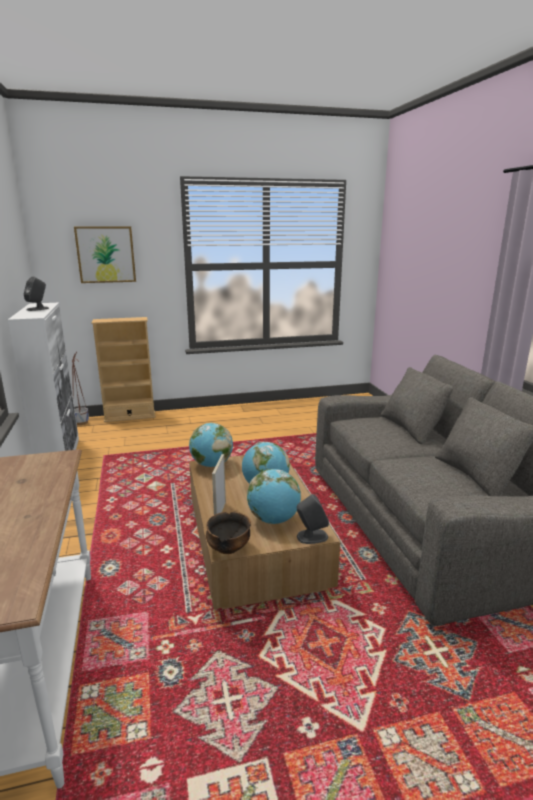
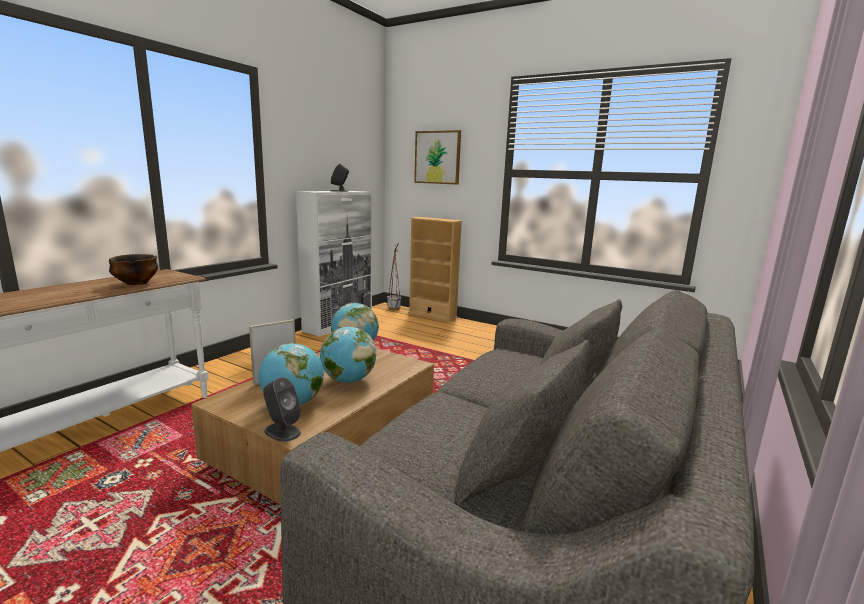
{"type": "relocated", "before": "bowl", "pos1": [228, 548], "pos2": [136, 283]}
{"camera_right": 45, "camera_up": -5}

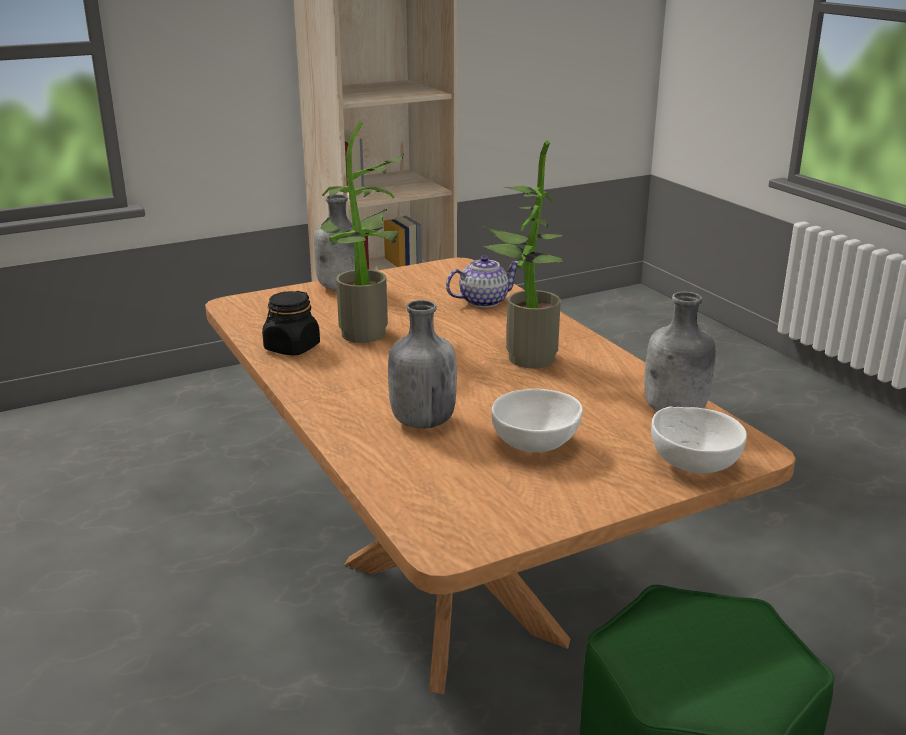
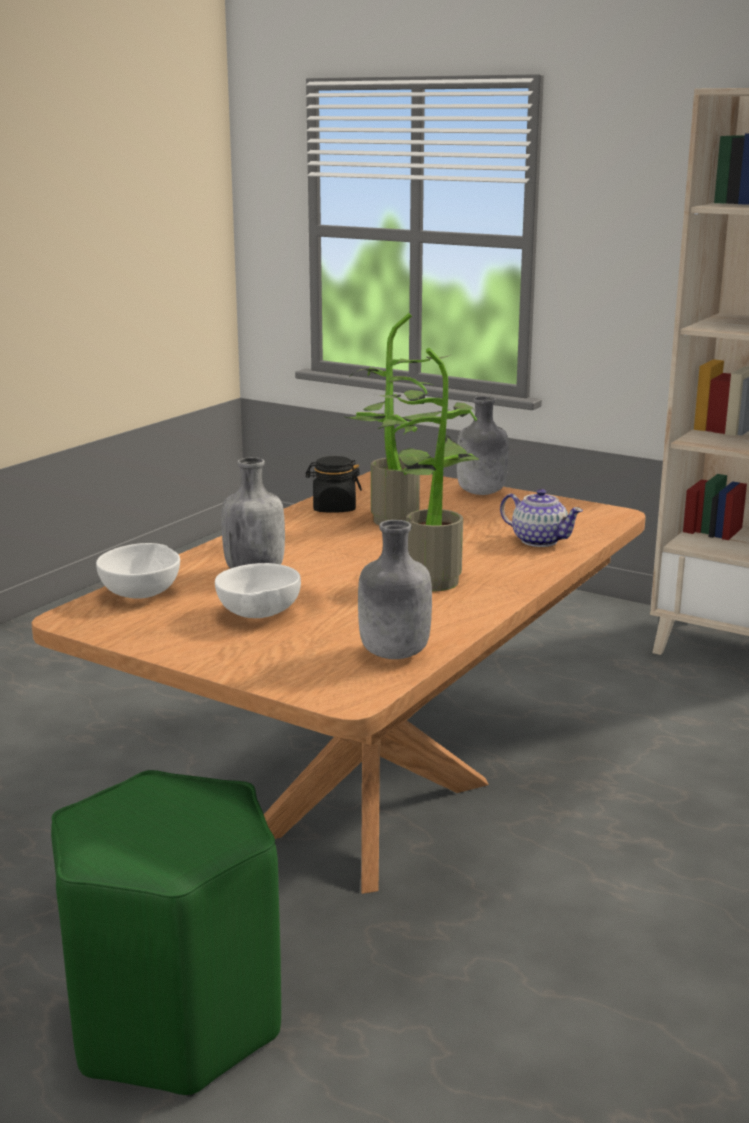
{"type": "relocated", "before": "white bowl", "pos1": [693, 463], "pos2": [143, 594]}
{"camera_right": 60, "camera_up": -5}

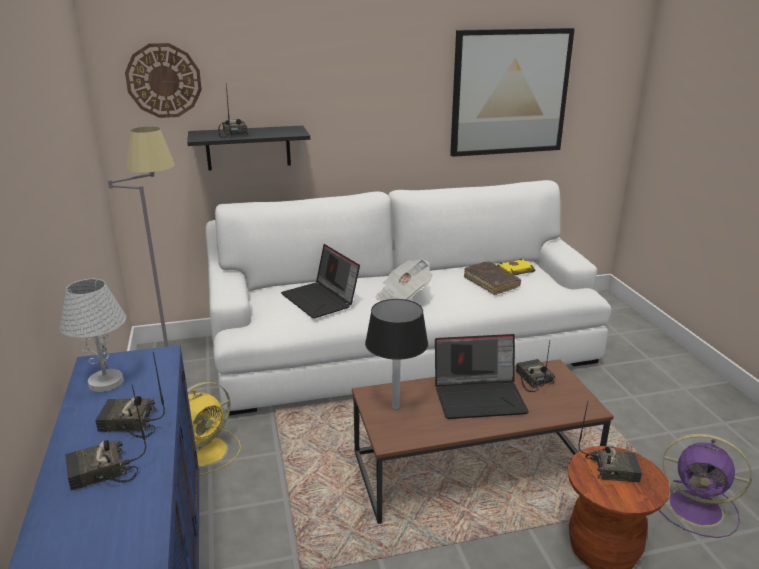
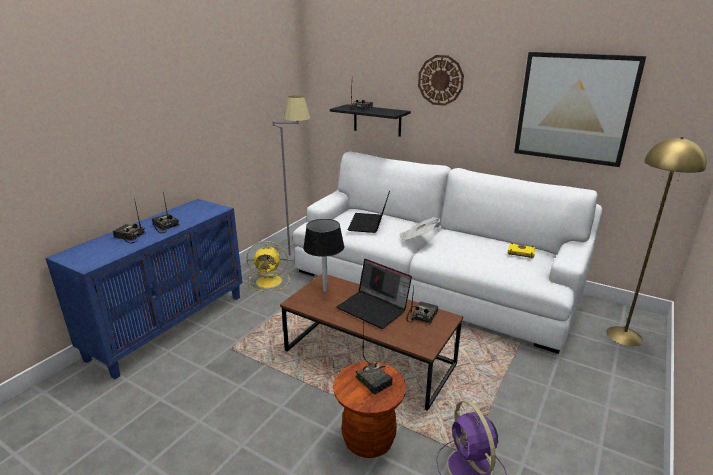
{"type": "missing", "before": "white tabletop lamp", "pos1": [106, 382]}
{"type": "relocated", "before": "clock on the wall", "pos1": [164, 81], "pos2": [440, 80]}
{"type": "missing", "before": "brown bound book", "pos1": [491, 283]}
{"type": "appeared", "after": "yellowish standard lamp", "pos2": [624, 336]}
{"camera_right": 45, "camera_up": 0}

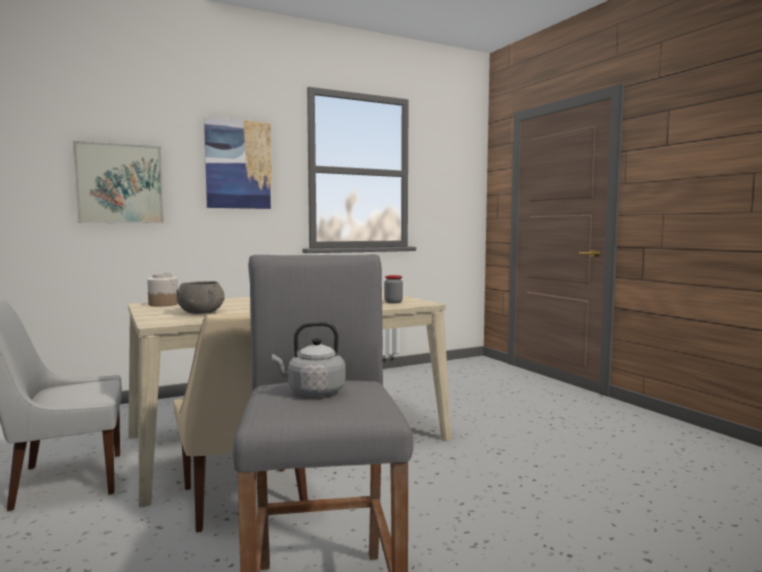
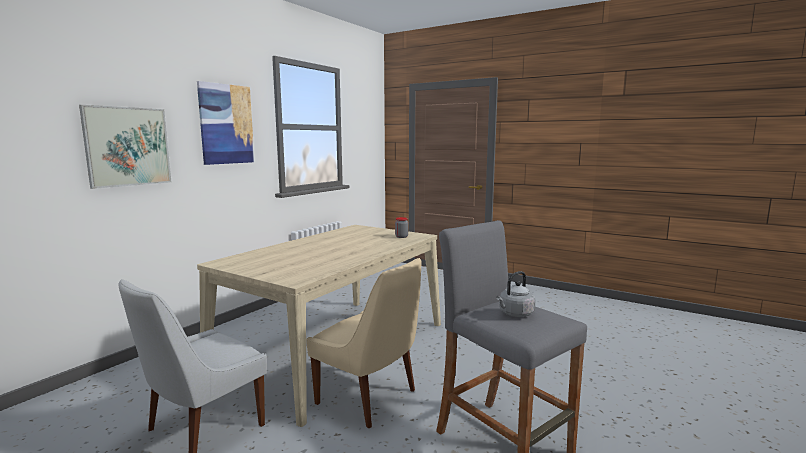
{"type": "missing", "before": "storage jar", "pos1": [163, 304]}
{"type": "missing", "before": "greyish bowl", "pos1": [201, 313]}
{"camera_right": -30, "camera_up": 5}

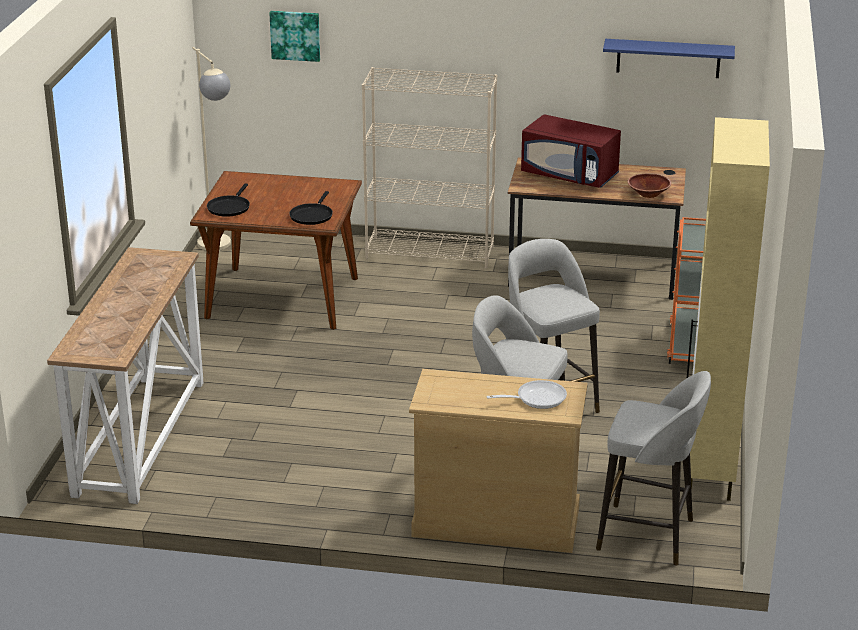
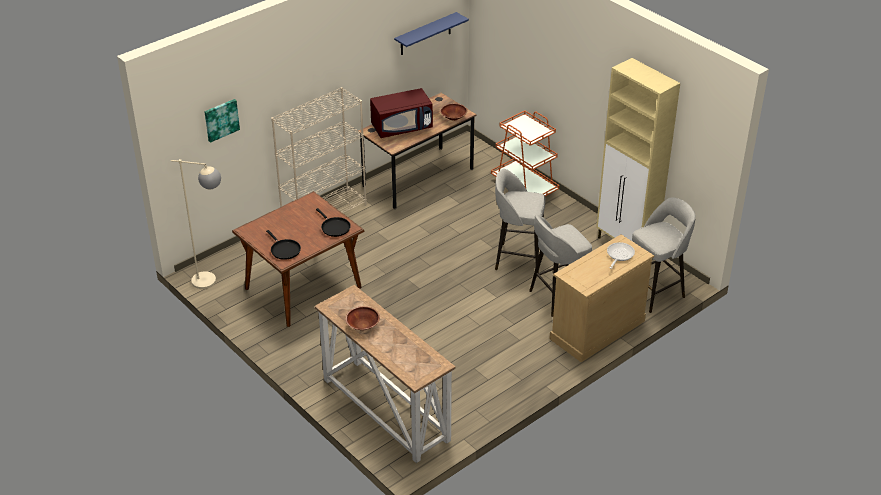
{"type": "appeared", "after": "brown bowl", "pos2": [363, 325]}
{"camera_right": -50, "camera_up": 10}

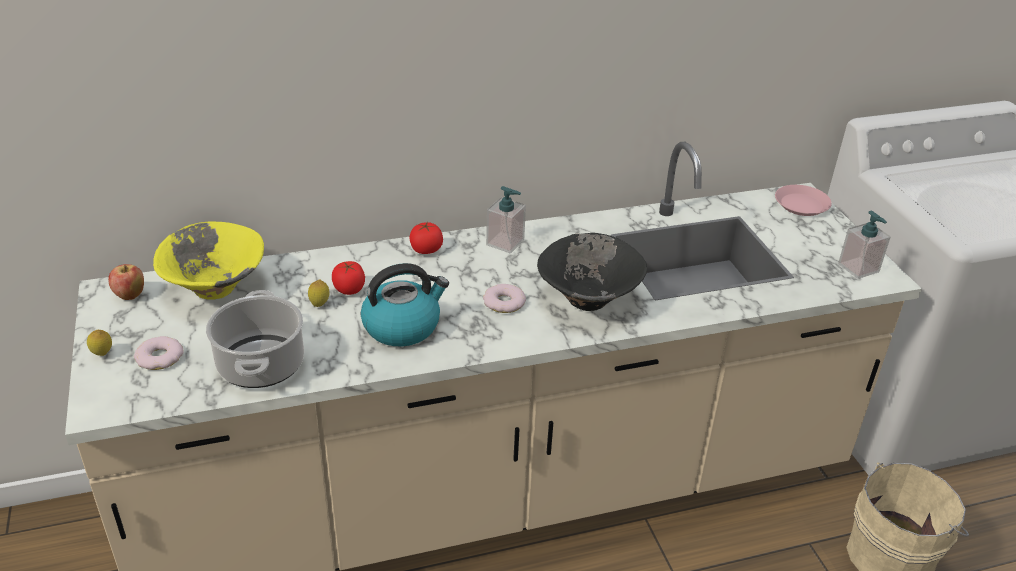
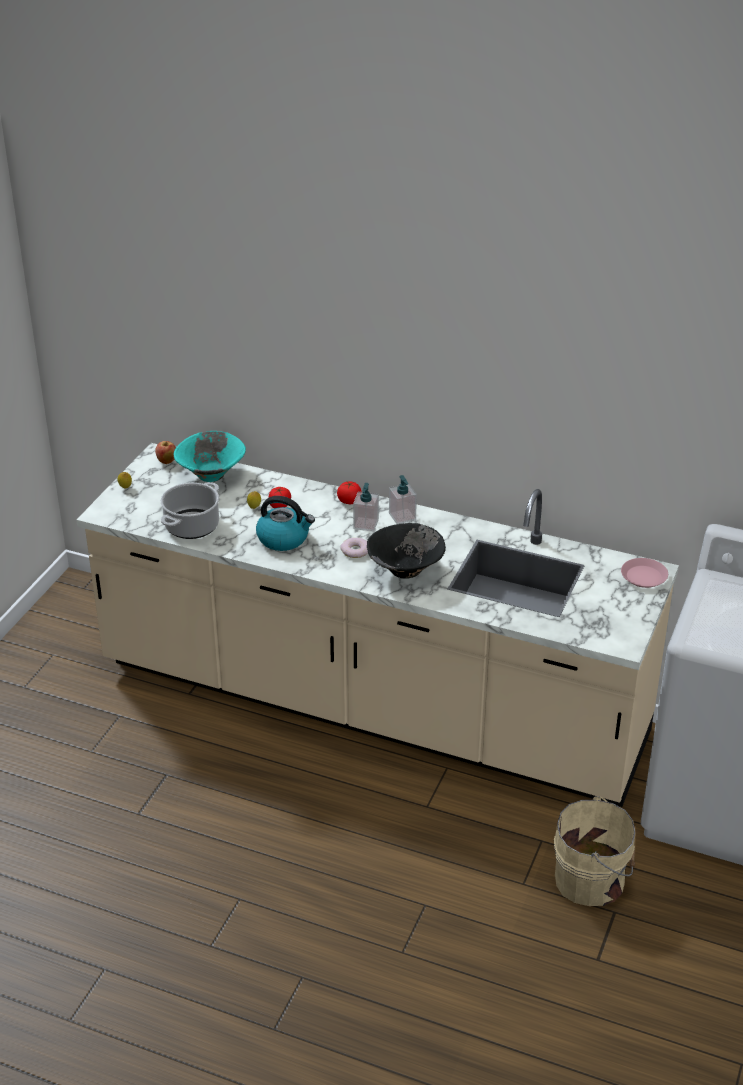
{"type": "missing", "before": "doughnut", "pos1": [160, 357]}
{"type": "colour", "before": "yellowish bowl", "after": "turquoise bowl", "pos1": [215, 290], "pos2": [210, 476]}
{"type": "relocated", "before": "soap dispenser", "pos1": [858, 268], "pos2": [366, 524]}
{"camera_right": 40, "camera_up": 0}

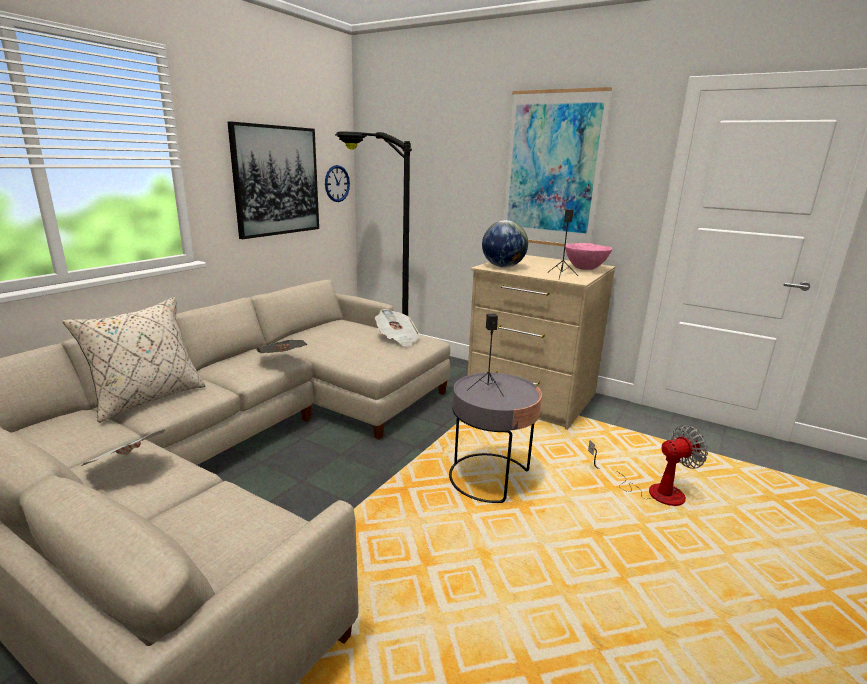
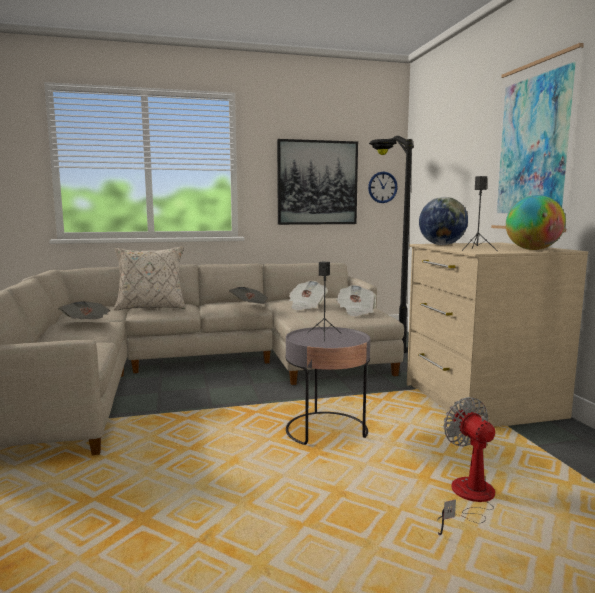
{"type": "exchanged", "before": "pink bowl", "after": "desk globe", "pos1": [585, 269], "pos2": [532, 249]}
{"type": "spun", "before": "electric fan", "pos1": [652, 491], "pos2": [468, 499], "turn": -135}
{"type": "appeared", "after": "printed paper", "pos2": [306, 306]}
{"camera_right": 45, "camera_up": -10}

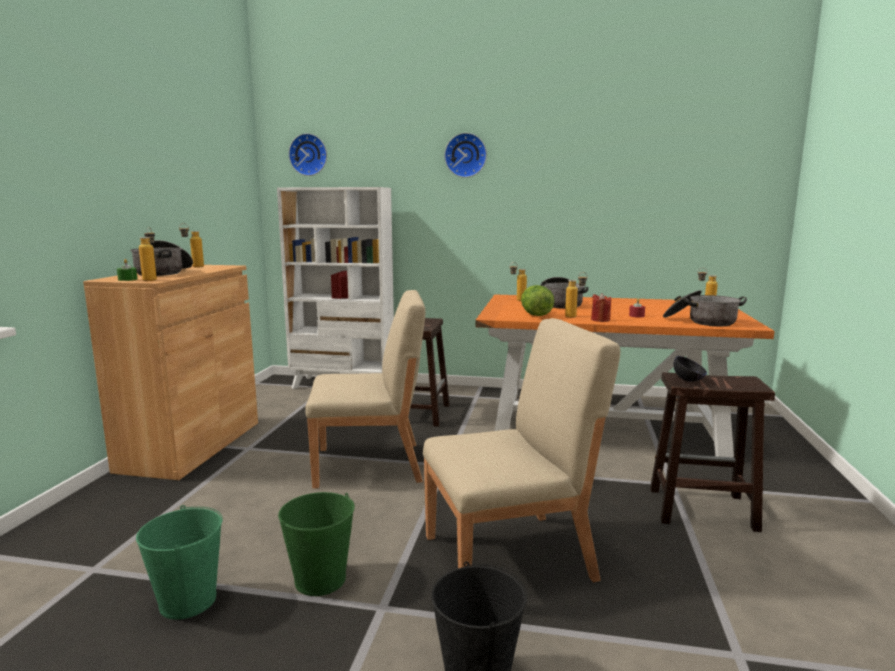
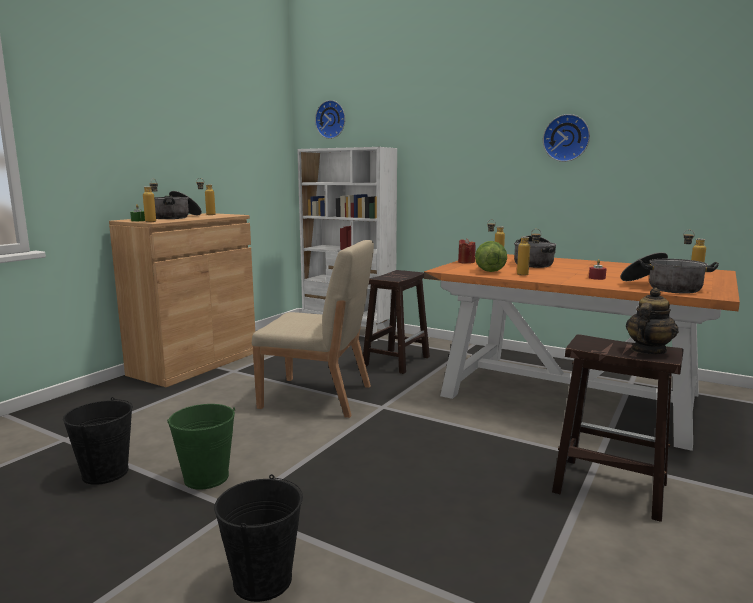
{"type": "colour", "before": "green water bucket", "after": "black water bucket", "pos1": [187, 601], "pos2": [105, 473]}
{"type": "missing", "before": "sand-coloured chair", "pos1": [510, 557]}
{"type": "relocated", "before": "clock on the wall", "pos1": [466, 155], "pos2": [566, 138]}
{"type": "relocated", "before": "reddish candle", "pos1": [600, 320], "pos2": [466, 262]}
{"type": "missing", "before": "black bowl", "pos1": [688, 380]}
{"type": "appeared", "after": "pot for tea", "pos2": [648, 351]}
{"camera_right": 20, "camera_up": 0}

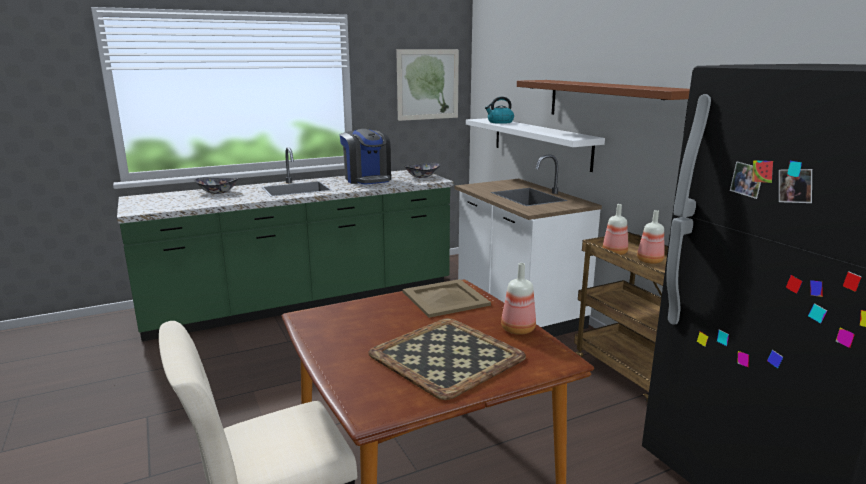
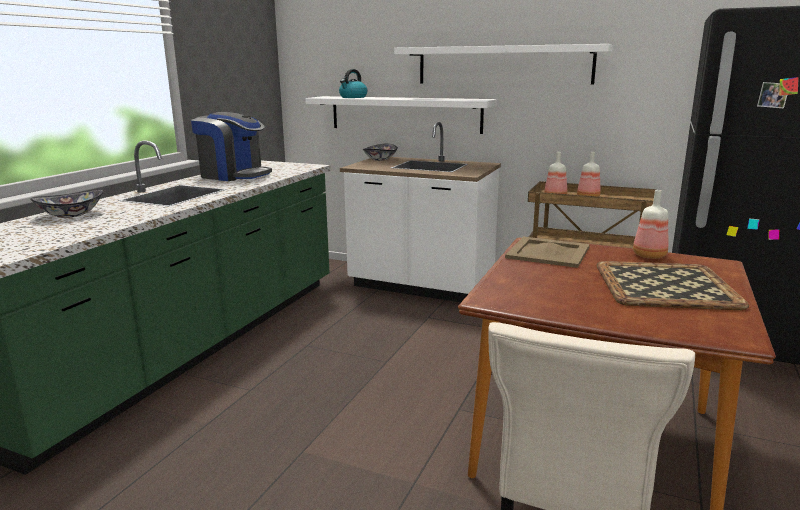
{"type": "missing", "before": "wall art", "pos1": [428, 84]}
{"type": "relocated", "before": "bowl", "pos1": [422, 176], "pos2": [380, 159]}
{"type": "colour", "before": "brown wall shelf", "after": "white wall shelf", "pos1": [612, 103], "pos2": [503, 65]}
{"camera_right": -40, "camera_up": 0}

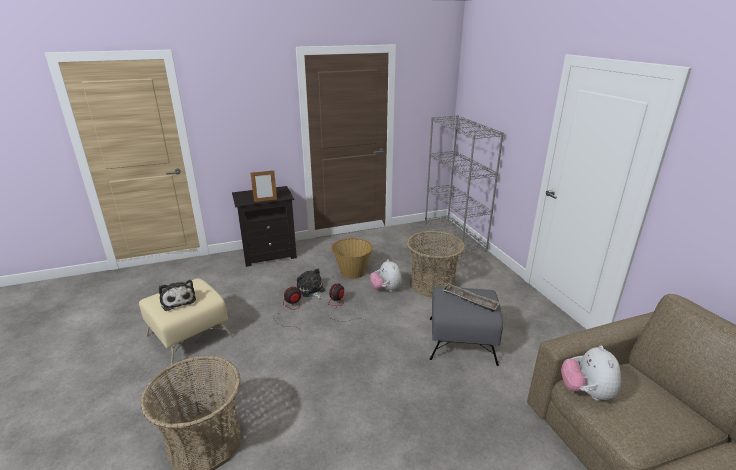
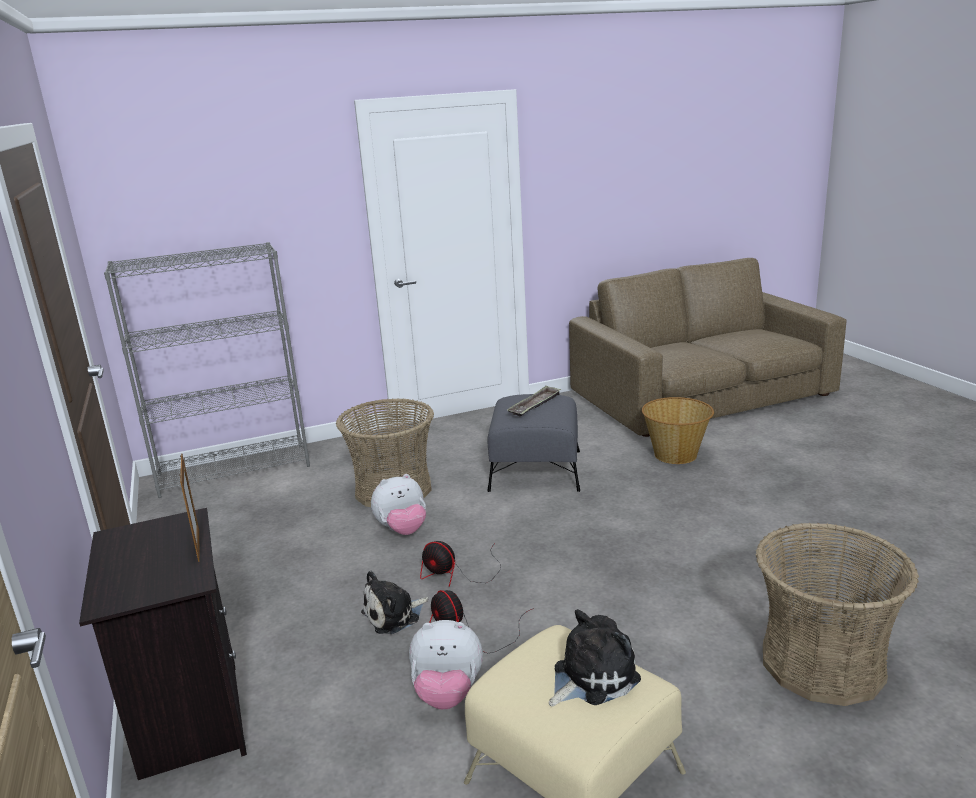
{"type": "relocated", "before": "basket", "pos1": [352, 272], "pos2": [676, 455]}
{"type": "relocated", "before": "soft toy", "pos1": [586, 392], "pos2": [447, 694]}
{"camera_right": -90, "camera_up": -5}

